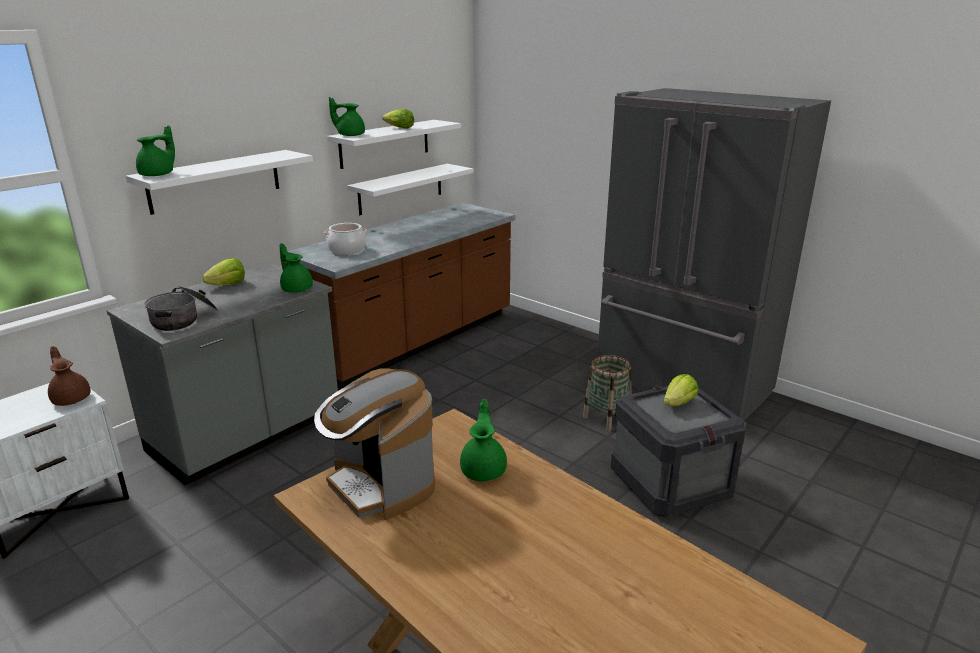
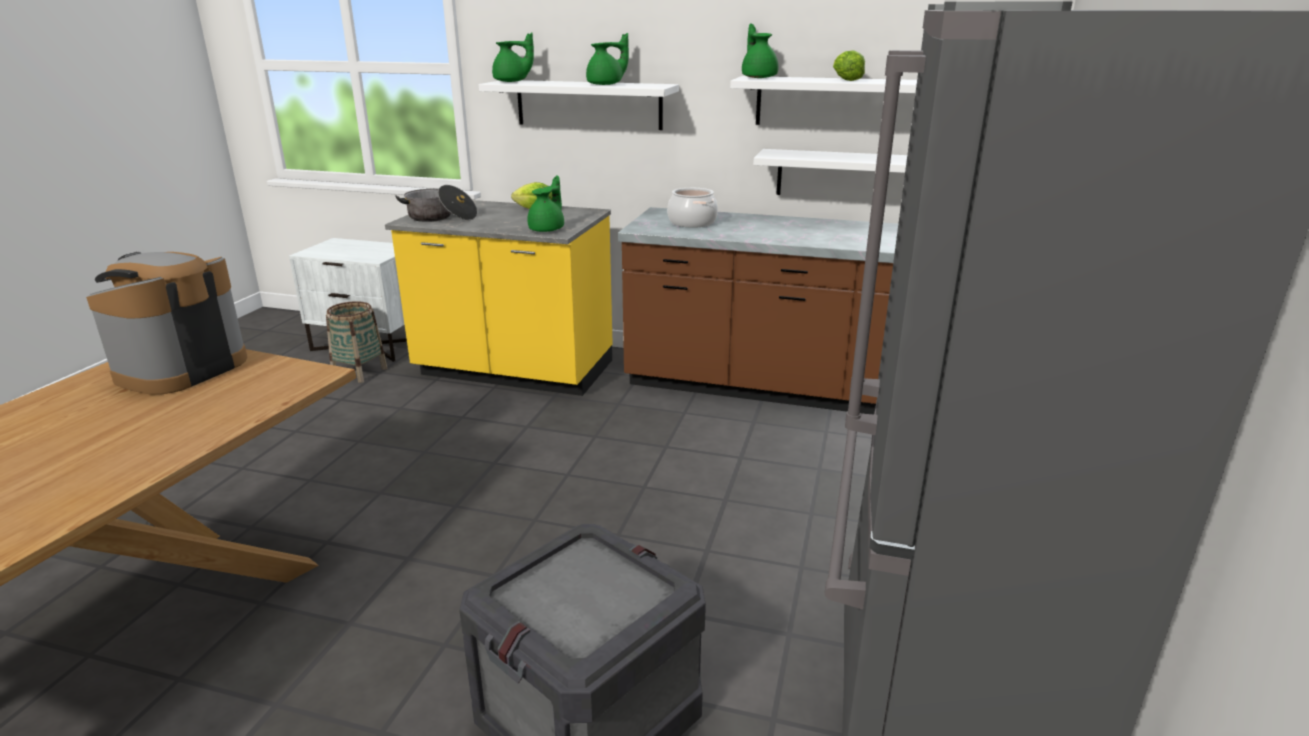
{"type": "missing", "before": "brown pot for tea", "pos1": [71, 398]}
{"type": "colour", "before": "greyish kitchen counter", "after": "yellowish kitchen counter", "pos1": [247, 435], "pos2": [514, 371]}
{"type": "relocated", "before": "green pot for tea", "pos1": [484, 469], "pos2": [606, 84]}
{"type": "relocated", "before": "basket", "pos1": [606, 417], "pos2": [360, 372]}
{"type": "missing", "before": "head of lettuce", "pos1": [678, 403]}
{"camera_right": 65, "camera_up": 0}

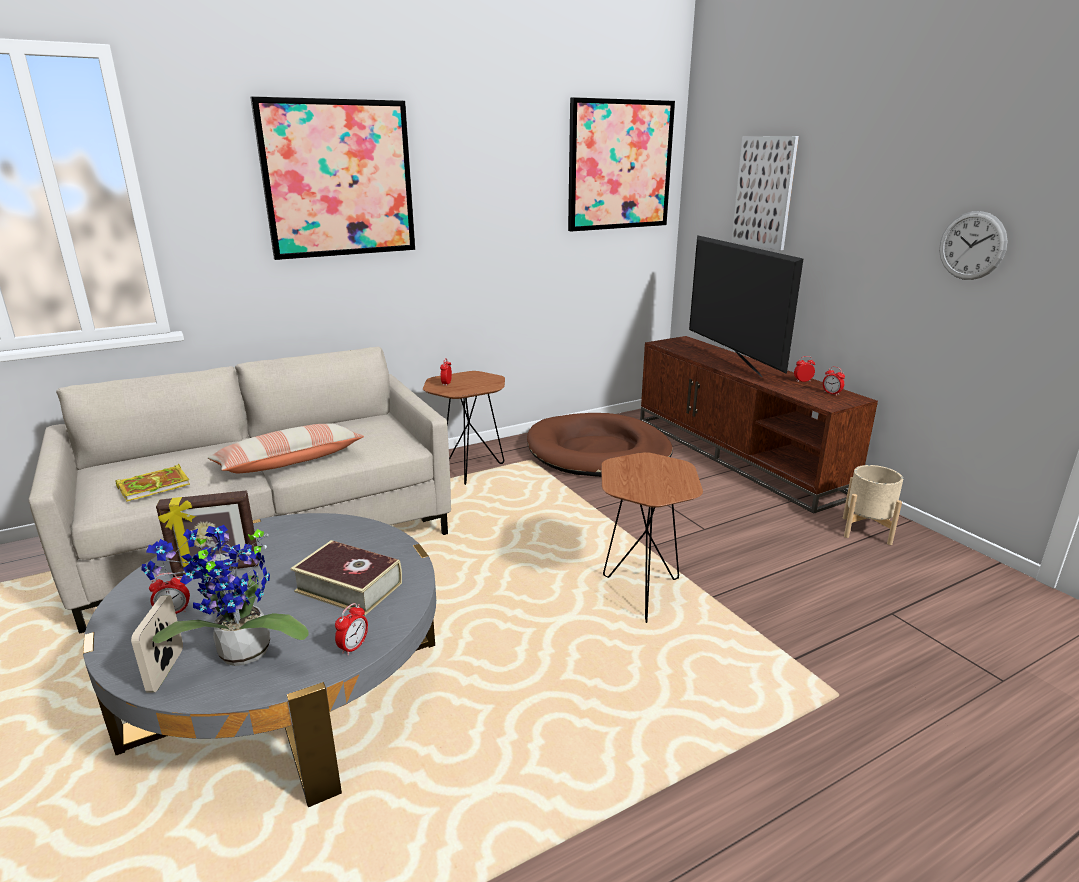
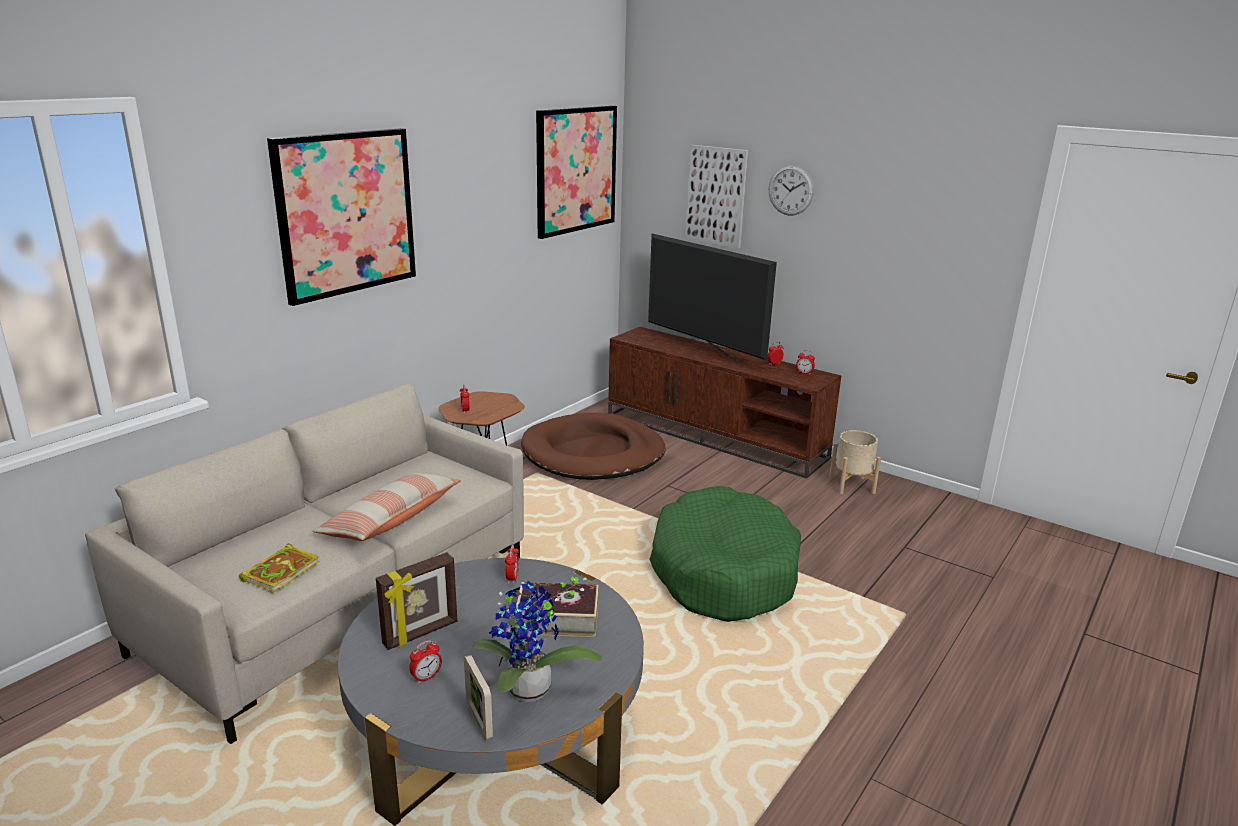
{"type": "relocated", "before": "bedside clock", "pos1": [353, 647], "pos2": [512, 578]}
{"type": "exchanged", "before": "brown accent table", "after": "green dog bed", "pos1": [642, 590], "pos2": [723, 572]}
{"type": "relocated", "before": "clock on the wall", "pos1": [972, 245], "pos2": [791, 190]}
{"camera_right": -25, "camera_up": 0}

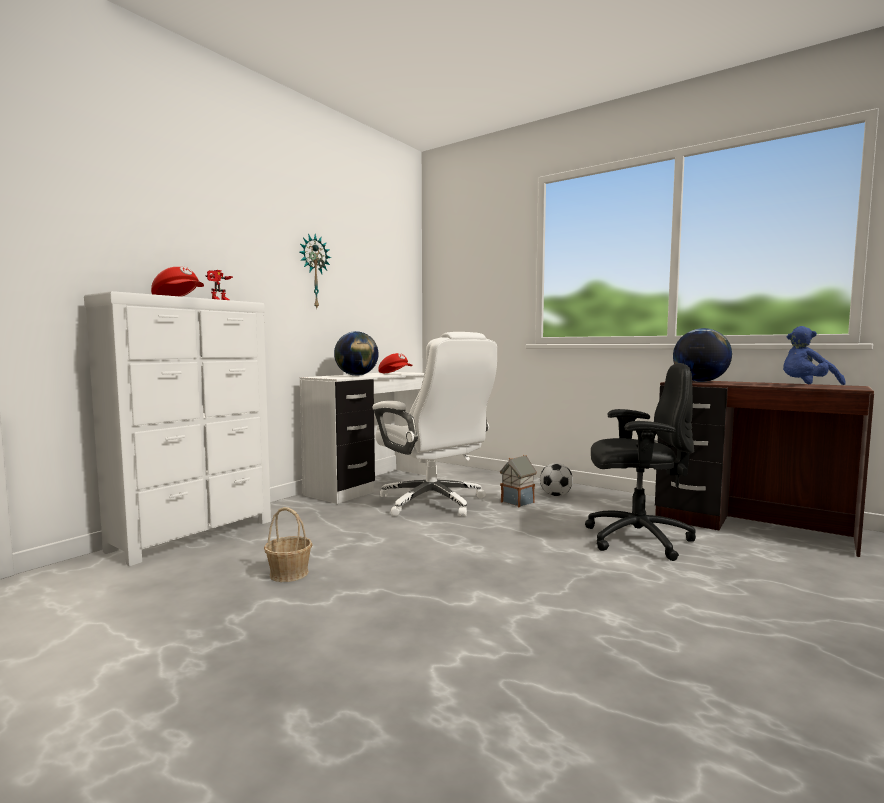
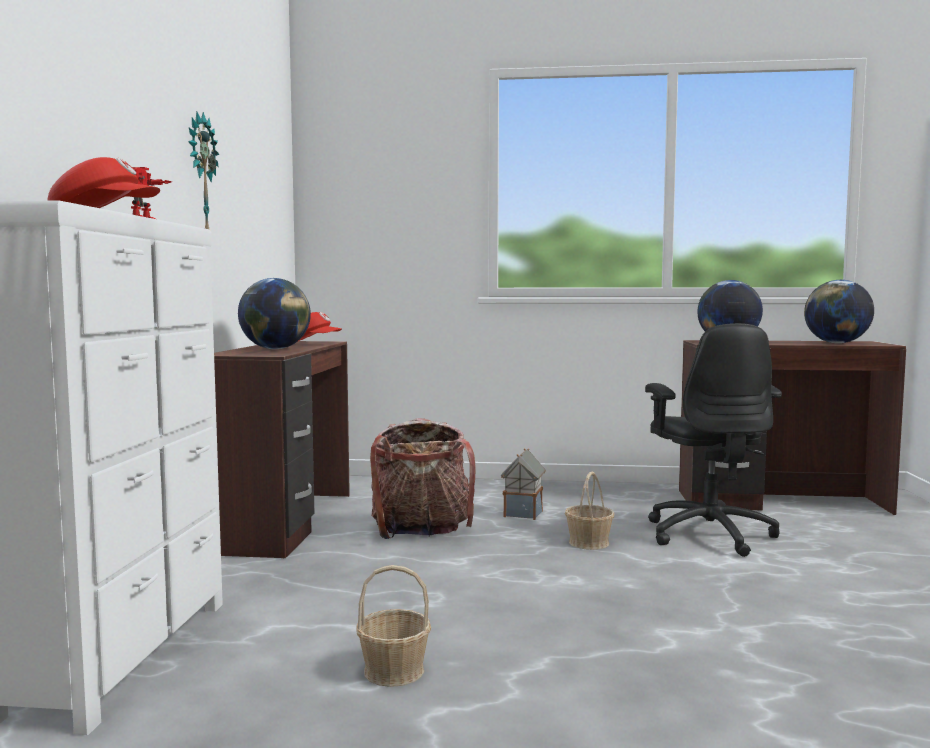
{"type": "colour", "before": "white desk", "after": "brown desk", "pos1": [371, 485], "pos2": [288, 522]}
{"type": "exchanged", "before": "white computer chair", "after": "backpack", "pos1": [433, 502], "pos2": [421, 532]}
{"type": "missing", "before": "football", "pos1": [556, 495]}
{"type": "spun", "before": "black computer chair", "pos1": [636, 539], "pos2": [709, 534], "turn": 105}
{"type": "exchanged", "before": "bluish soft toy", "after": "desk globe", "pos1": [806, 386], "pos2": [836, 343]}
{"type": "appeared", "after": "basket", "pos2": [588, 543]}
{"camera_right": -30, "camera_up": 0}

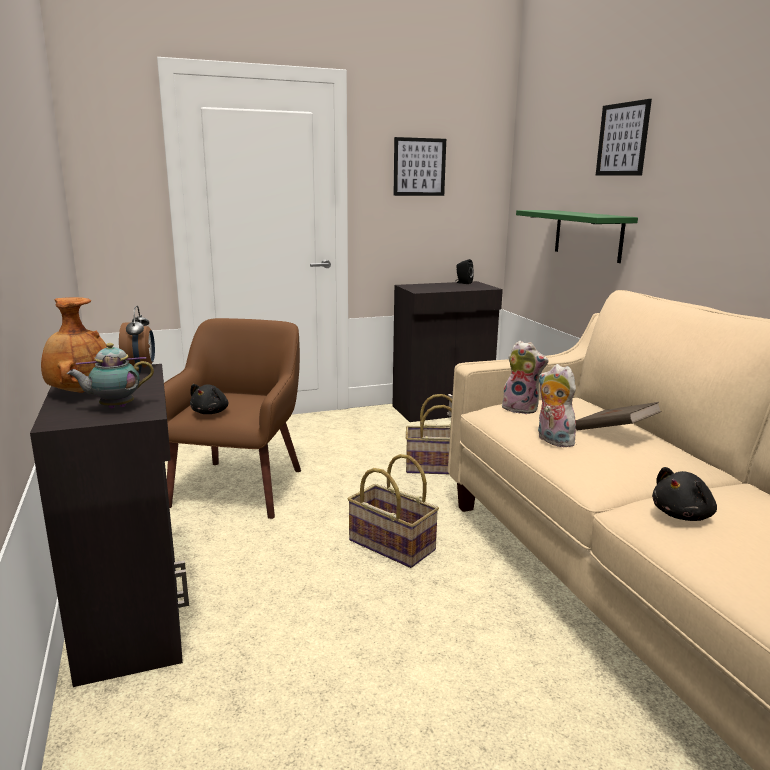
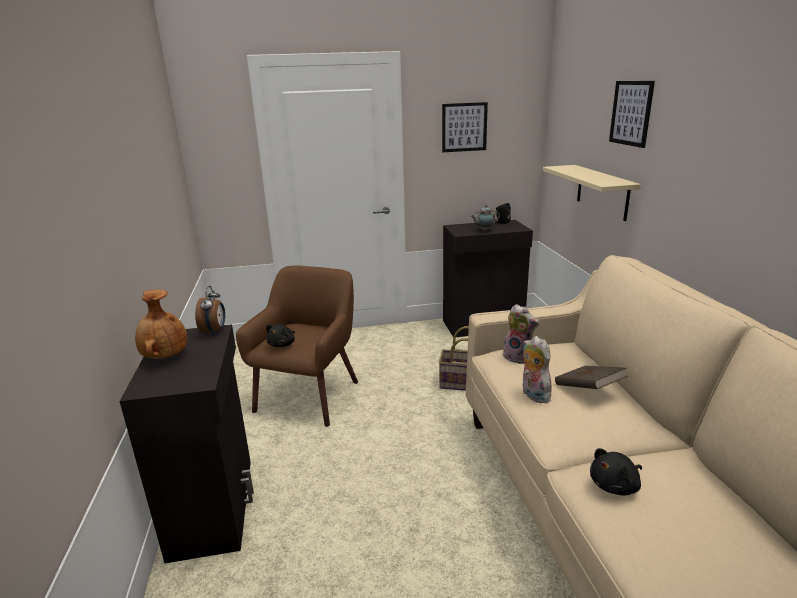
{"type": "relocated", "before": "pot for tea", "pos1": [114, 407], "pos2": [484, 230]}
{"type": "missing", "before": "basket", "pos1": [390, 545]}
{"type": "colour", "before": "green wall shelf", "after": "sand-coloured wall shelf", "pos1": [588, 235], "pos2": [602, 192]}
{"camera_right": 10, "camera_up": 5}

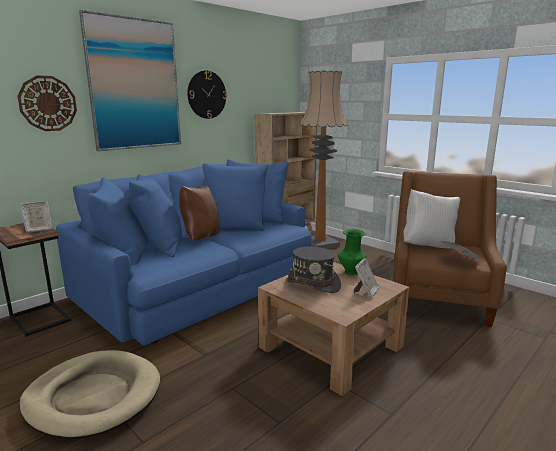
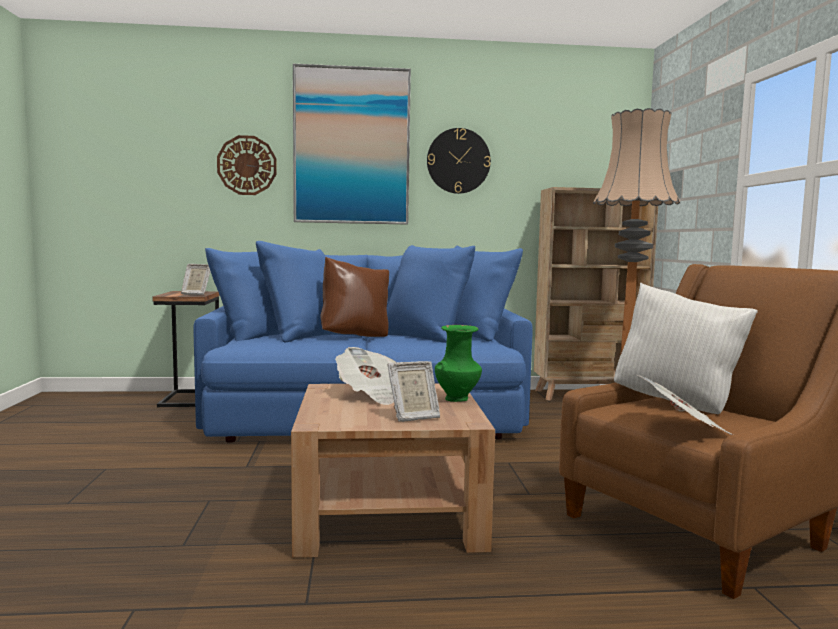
{"type": "missing", "before": "sand-coloured dog bed", "pos1": [93, 396]}
{"type": "exchanged", "before": "greyish wearable hat", "after": "printed paper", "pos1": [313, 284], "pos2": [373, 395]}
{"camera_right": 40, "camera_up": -10}

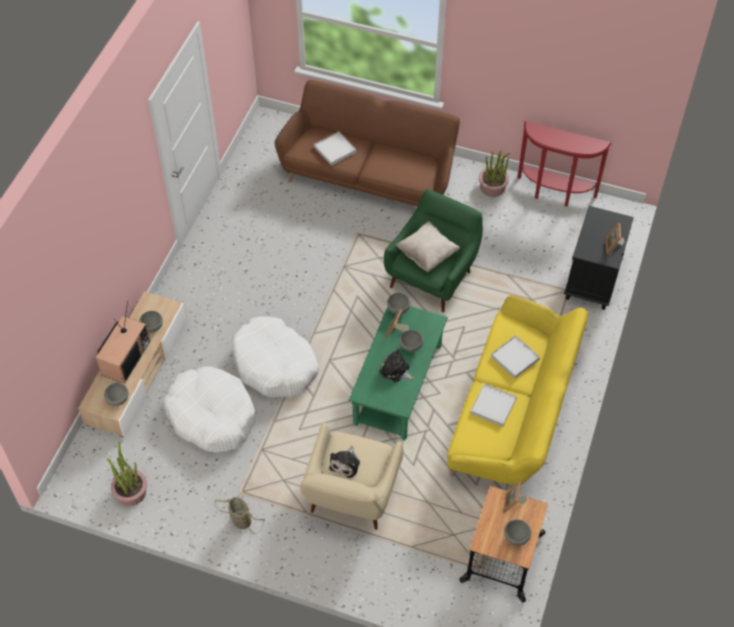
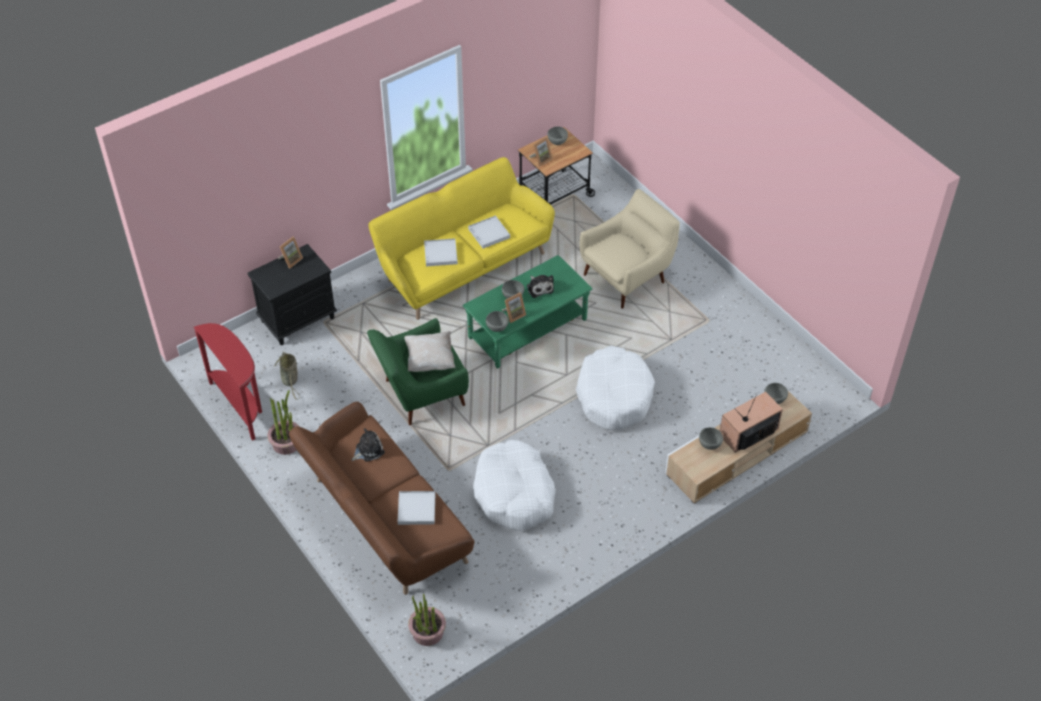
{"type": "relocated", "before": "houseplant", "pos1": [131, 492], "pos2": [427, 632]}
{"type": "relocated", "before": "white dog bed", "pos1": [211, 415], "pos2": [514, 493]}
{"type": "relocated", "before": "basket", "pos1": [240, 520], "pos2": [290, 381]}
{"type": "relocated", "before": "soft toy", "pos1": [346, 464], "pos2": [368, 450]}
{"camera_right": -145, "camera_up": -5}

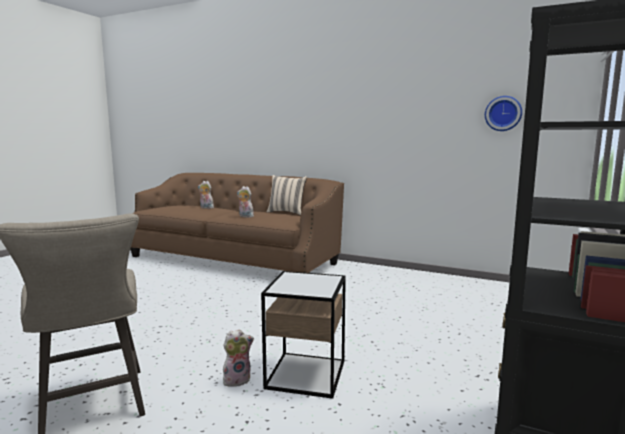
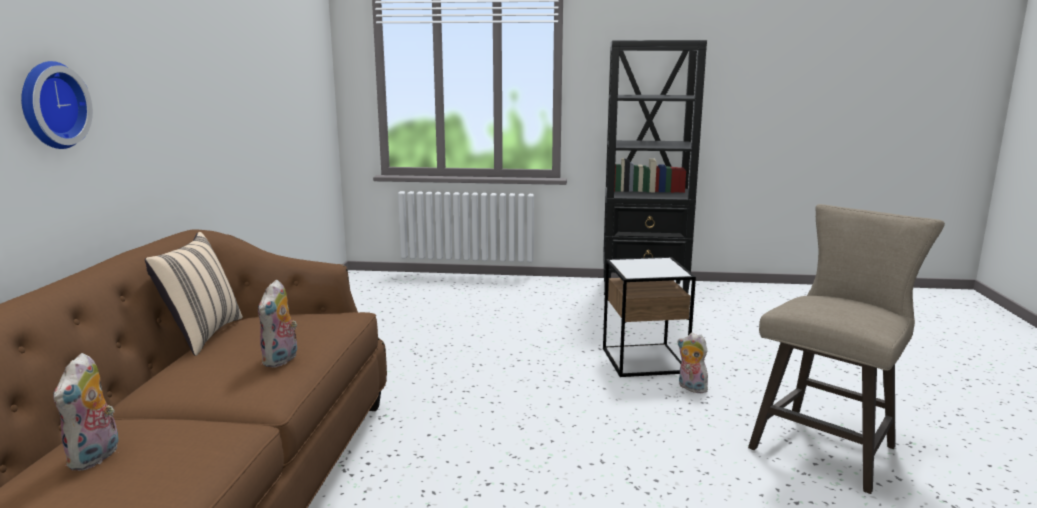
{"type": "relocated", "before": "clock on the wall", "pos1": [503, 113], "pos2": [50, 105]}
{"camera_right": -110, "camera_up": 5}

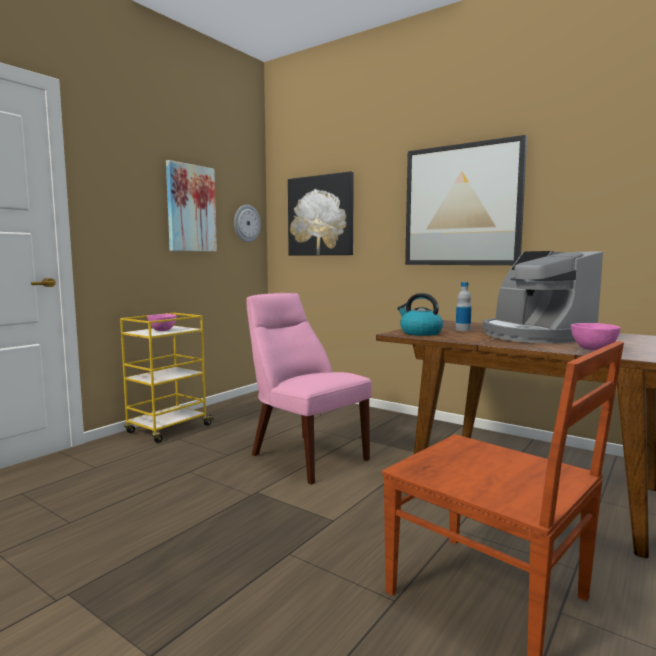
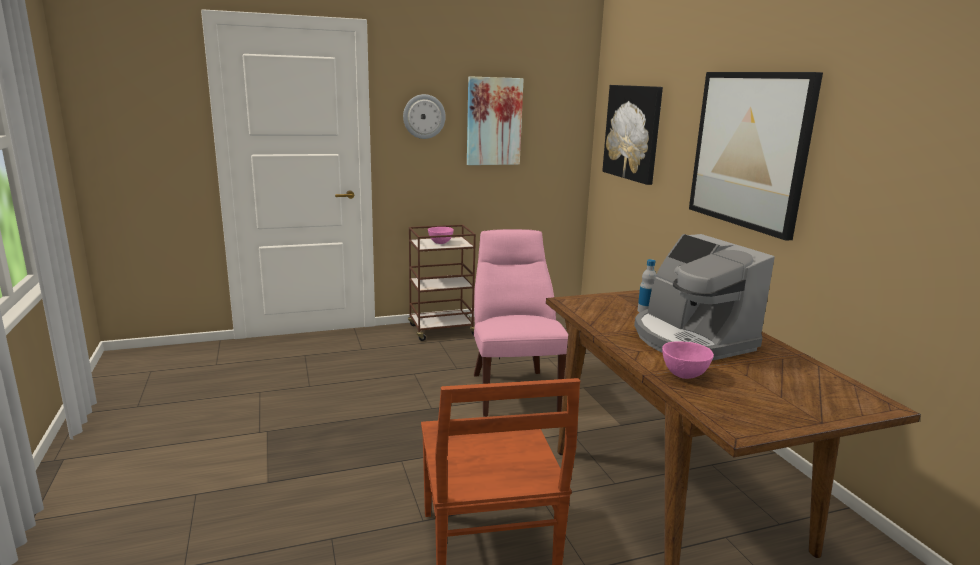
{"type": "colour", "before": "yellowish wheeled cart", "after": "brown wheeled cart", "pos1": [168, 429], "pos2": [441, 330]}
{"type": "relocated", "before": "clock on the wall", "pos1": [246, 223], "pos2": [424, 116]}
{"type": "missing", "before": "tea kettle", "pos1": [420, 333]}
{"type": "spun", "before": "coffee brewer", "pos1": [533, 336], "pos2": [690, 339], "turn": -45}
{"camera_right": 35, "camera_up": 10}

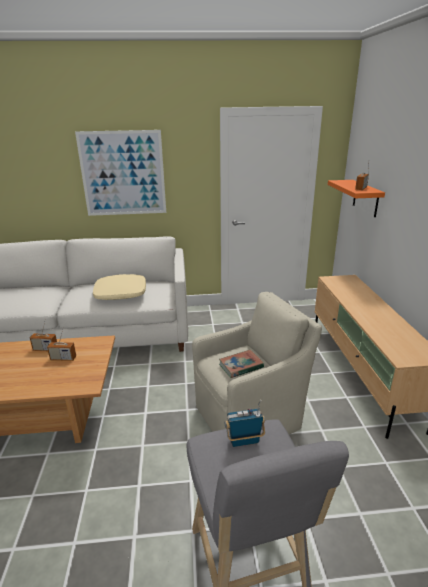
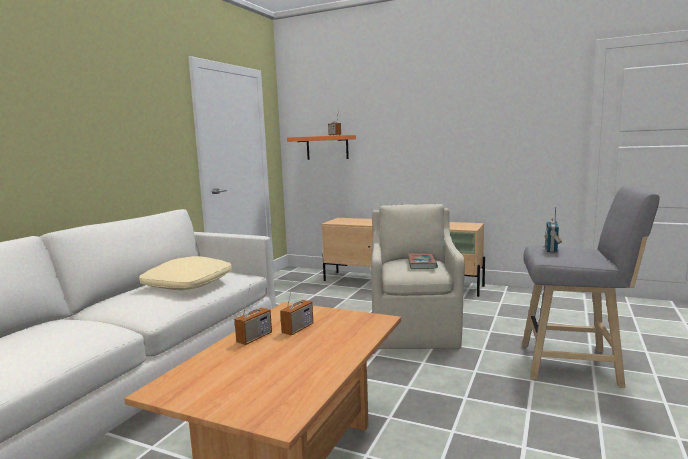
{"type": "missing", "before": "wall art", "pos1": [123, 174]}
{"camera_right": -60, "camera_up": -15}

